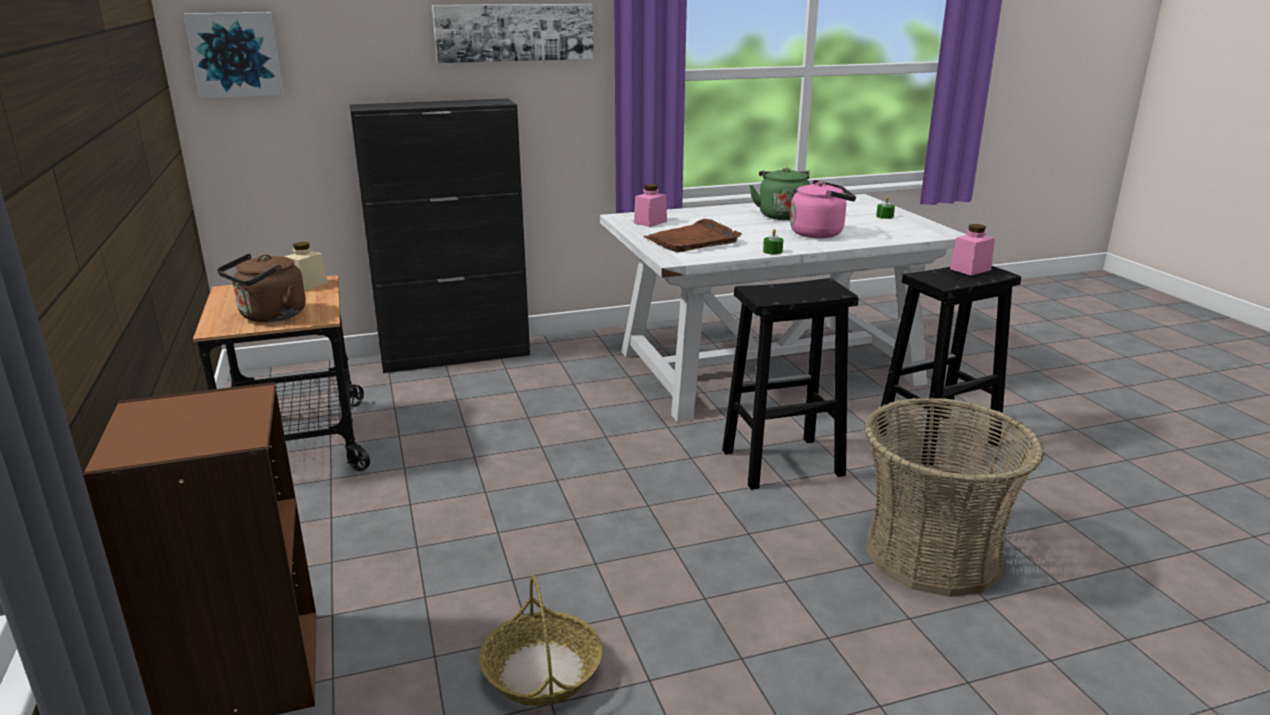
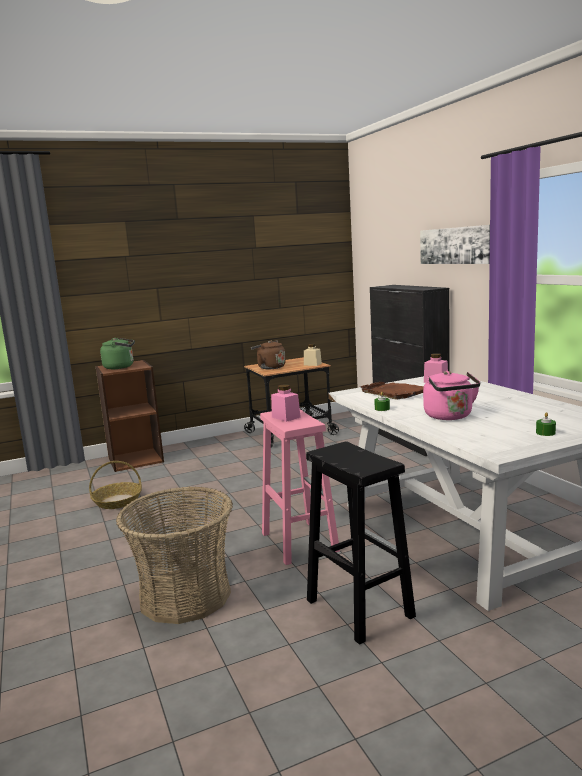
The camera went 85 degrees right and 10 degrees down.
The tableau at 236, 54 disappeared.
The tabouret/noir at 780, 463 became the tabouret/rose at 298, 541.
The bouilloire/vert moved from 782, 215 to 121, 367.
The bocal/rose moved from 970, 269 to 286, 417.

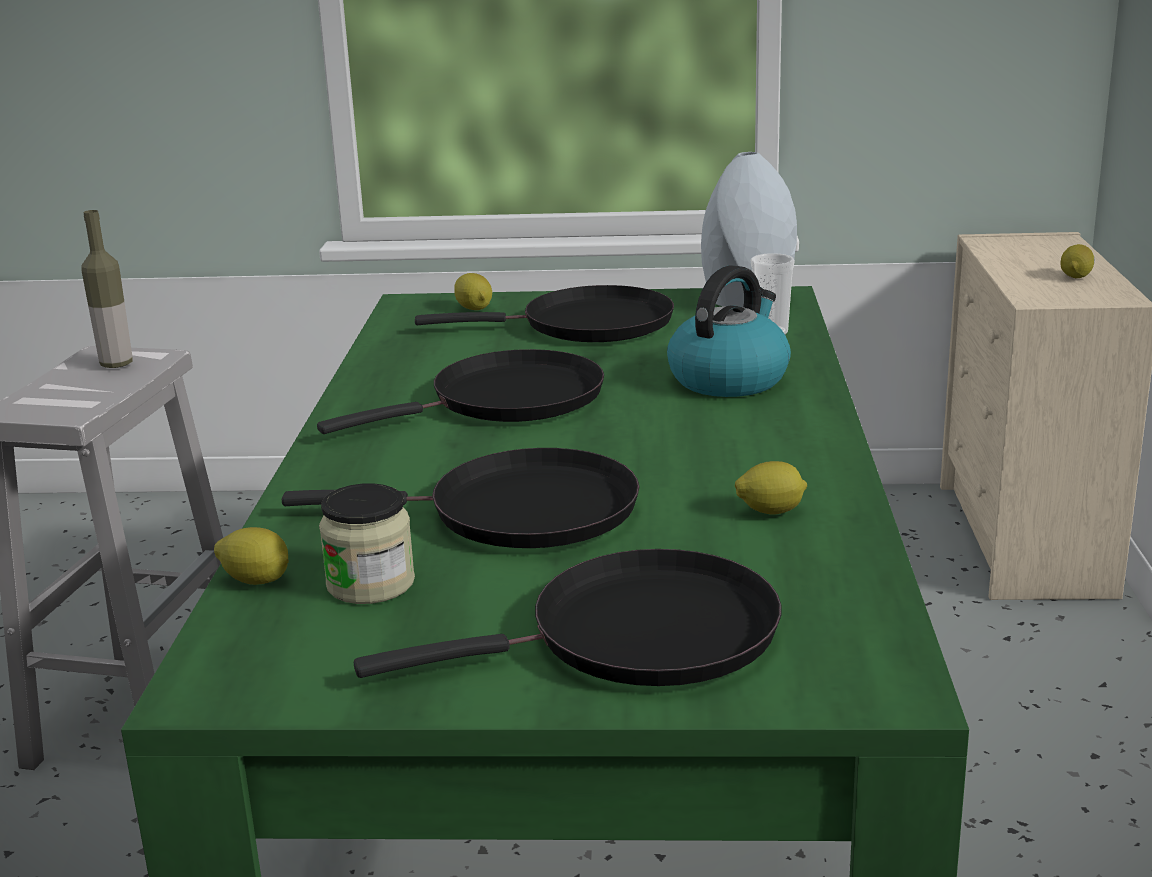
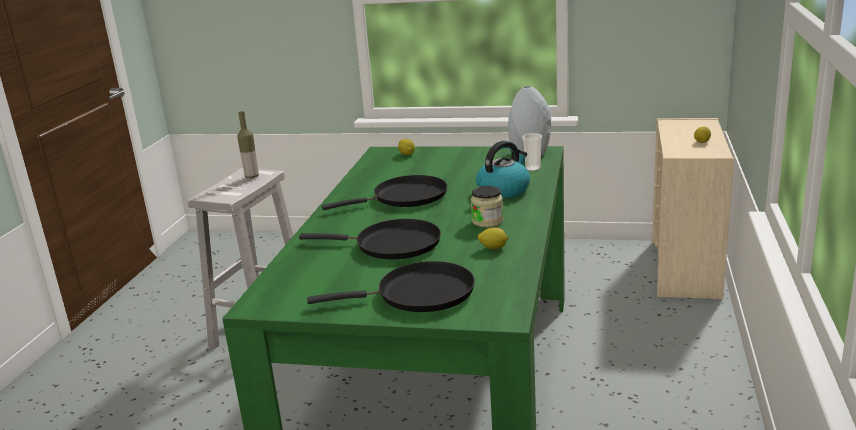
The camera went 10 degrees right and 0 degrees up.
The citron at 257, 581 disappeared.
The bocal moved from 370, 584 to 487, 221.
The poêle/noir at 587, 325 disappeared.

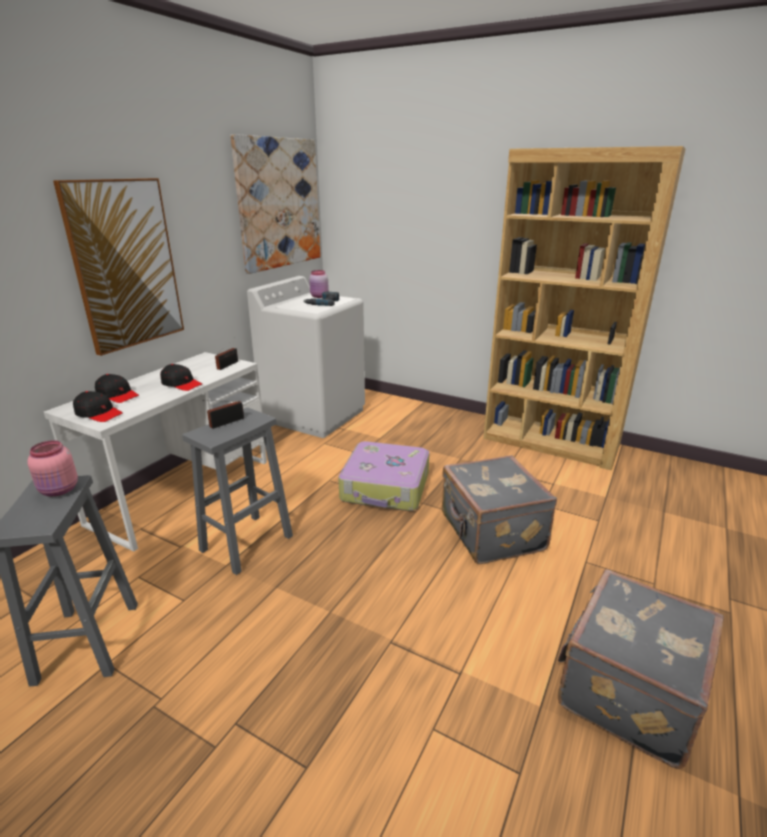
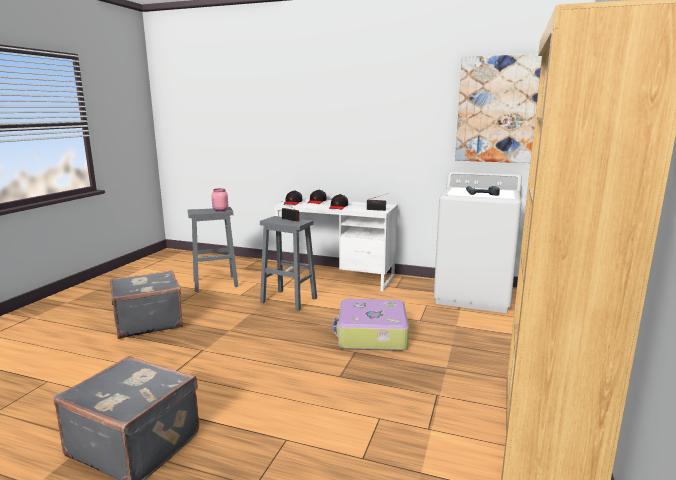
The camera went 80 degrees right and 10 degrees down.
The tableau at 125, 265 disappeared.
The bocal/rose at 319, 296 disappeared.
The valise/gris moved from 490, 533 to 148, 322.

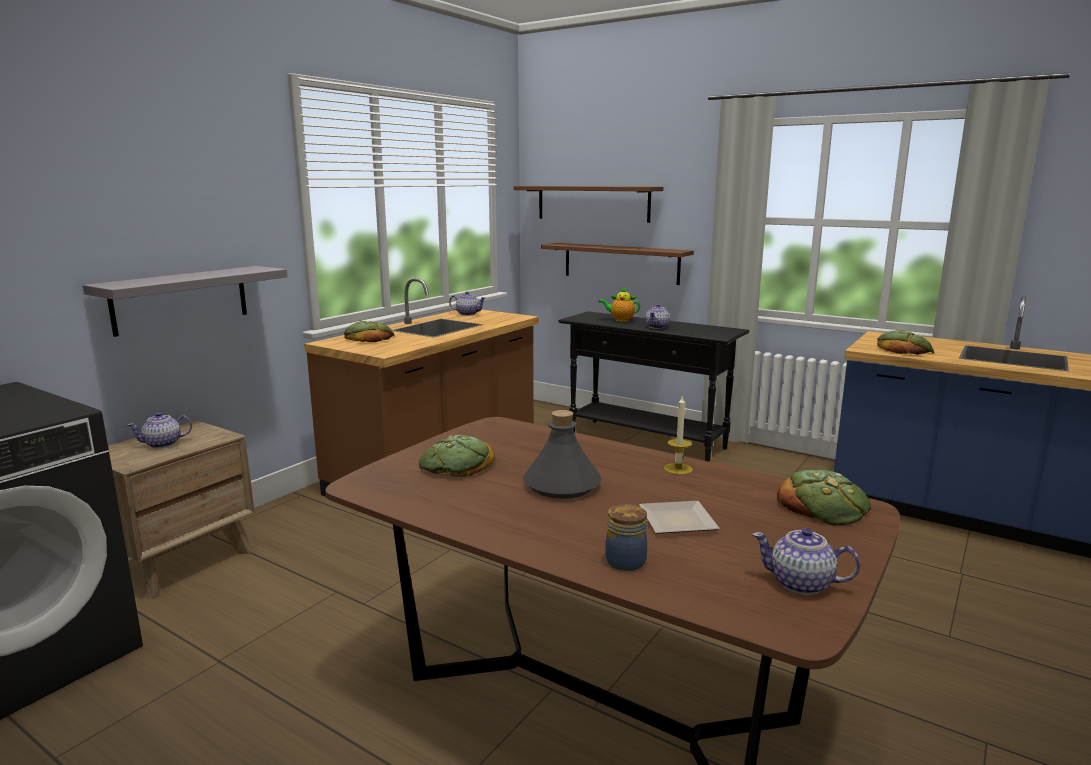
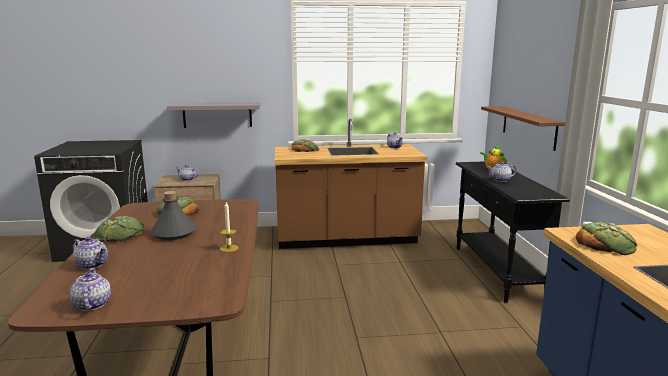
The camera went 50 degrees right and 0 degrees up.
The étagère/marron at 592, 203 disappeared.
The bocal at 624, 561 was replaced by the théière at 92, 264.
The assiette at 674, 520 disappeared.
The pain moved from 823, 505 to 120, 234.

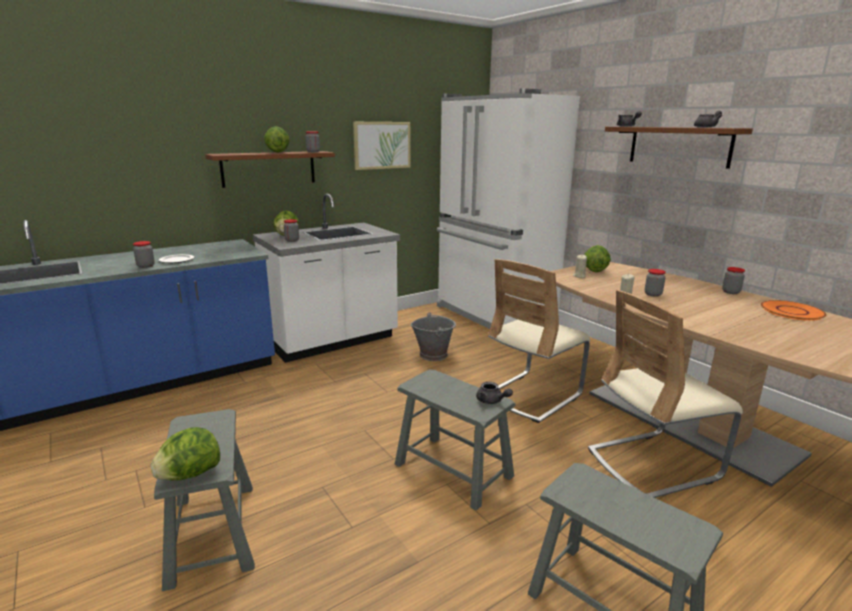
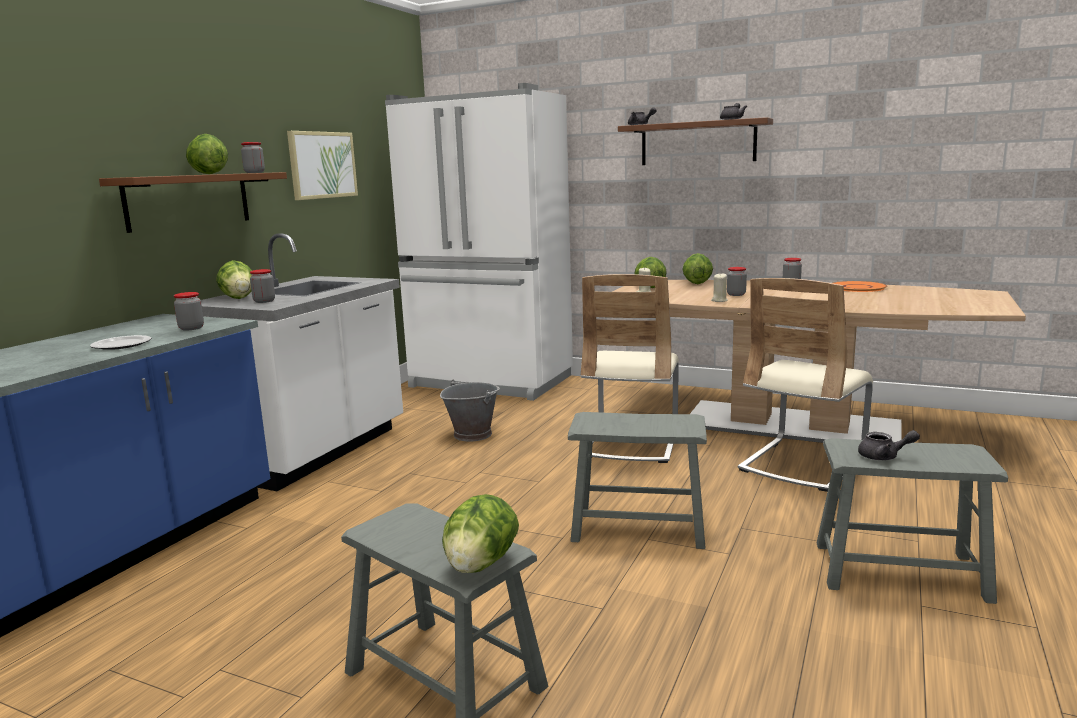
The camera went 30 degrees left and 5 degrees down.
The bocal moved from 146, 266 to 191, 328.
The théière/gris moved from 492, 401 to 884, 457.
The laitue at 697, 283 appeared.

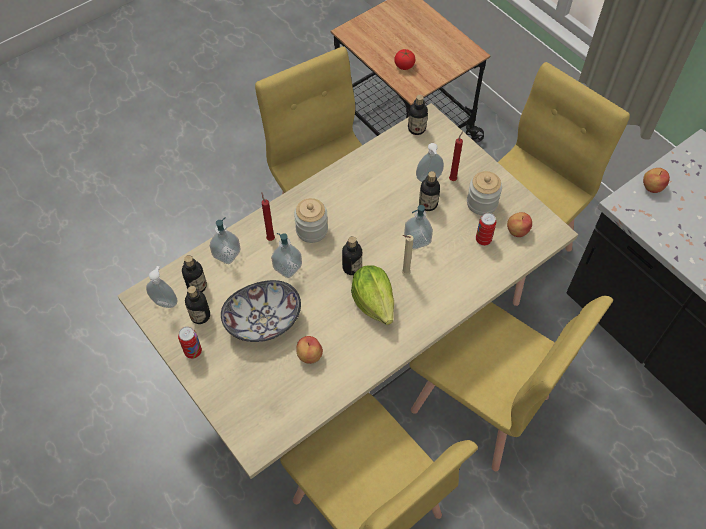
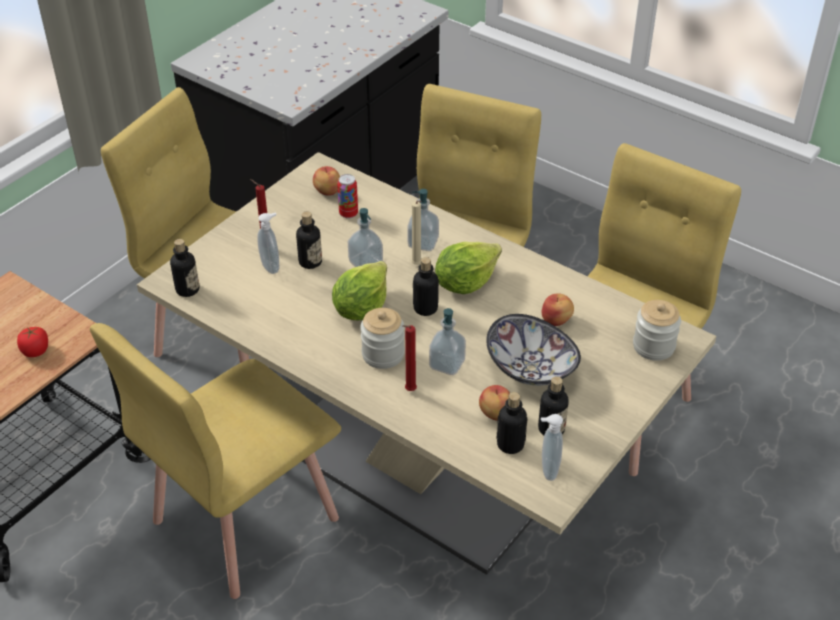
The camera went 105 degrees left and 15 degrees down.
The boîte métallique at 193, 351 disappeared.
The distributeur de savon moved from 226, 254 to 423, 243.
The bocal moved from 482, 203 to 653, 346.
The pomme moved from 652, 186 to 495, 414.
The laitue at 361, 308 appeared.

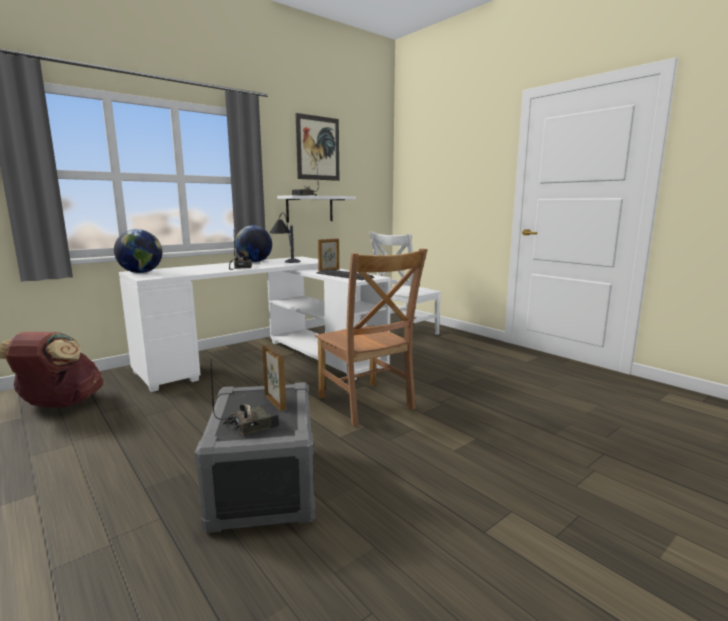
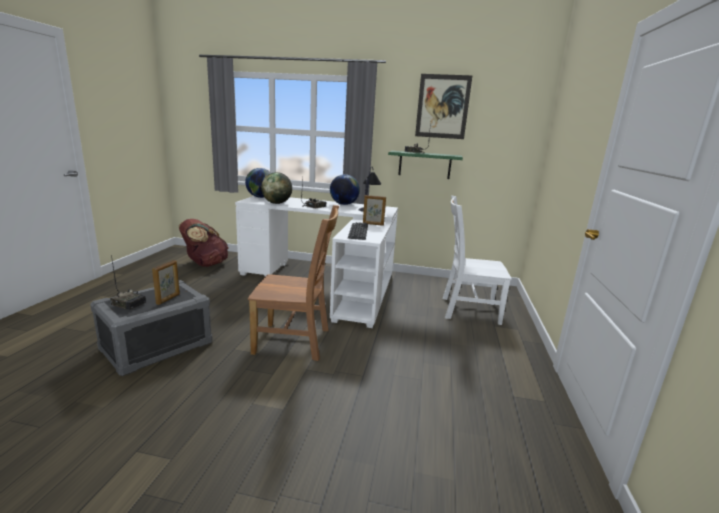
The camera went 50 degrees right and 5 degrees up.
The étagère/blanc at 309, 209 became the étagère/vert at 424, 165.
The chaise/marron at 367, 404 turned 105 degrees counterclockwise.
The globe at 277, 203 appeared.

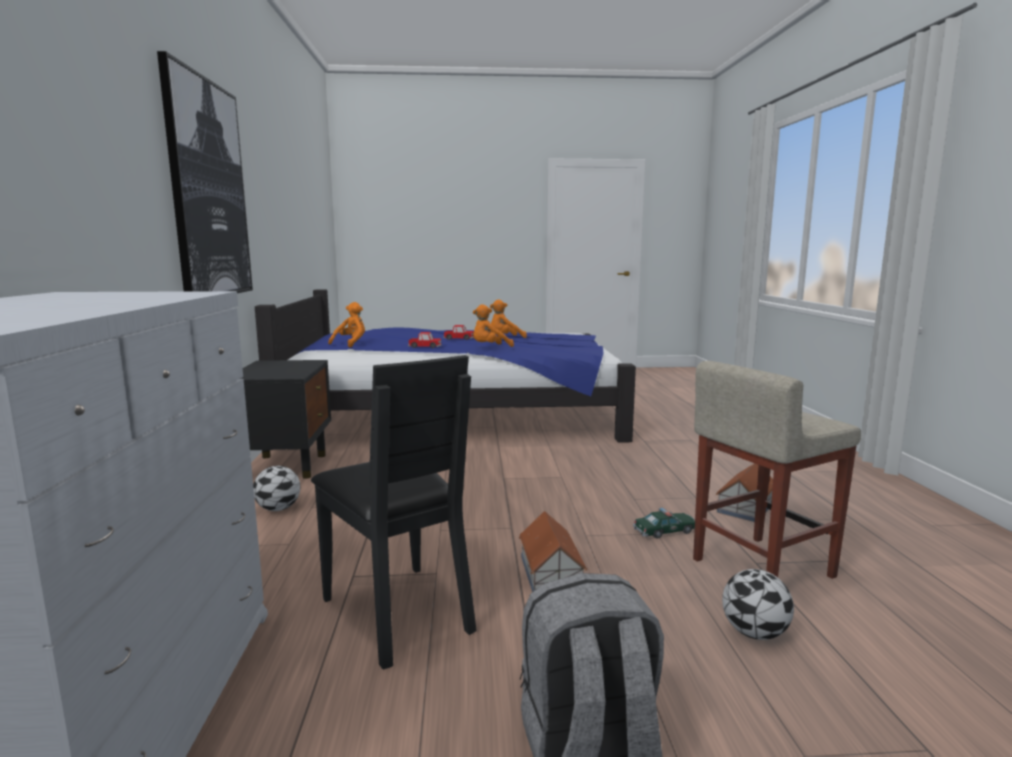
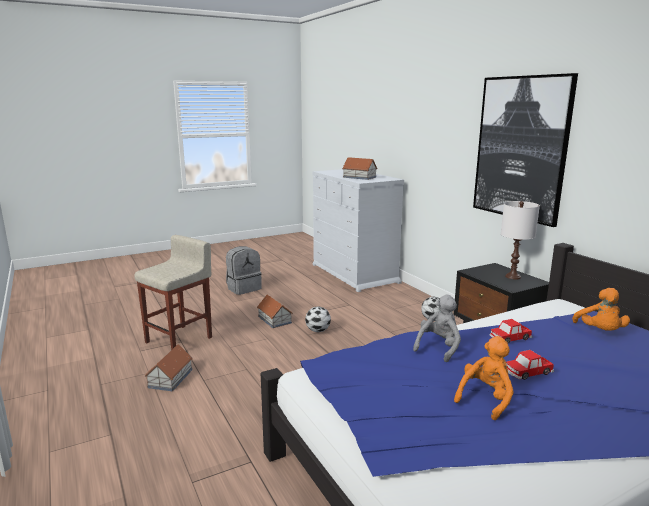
The camera went 155 degrees right and 5 degrees up.
The chaise/noir at 398, 612 disappeared.
The peluche/orange at 489, 347 became the peluche/gris at 439, 347.
The petite voiture at 665, 531 disappeared.
The ballon de foot moved from 754, 633 to 318, 331.
The maison miniature at 359, 177 appeared.
The lampe de table/blanc at 512, 276 appeared.

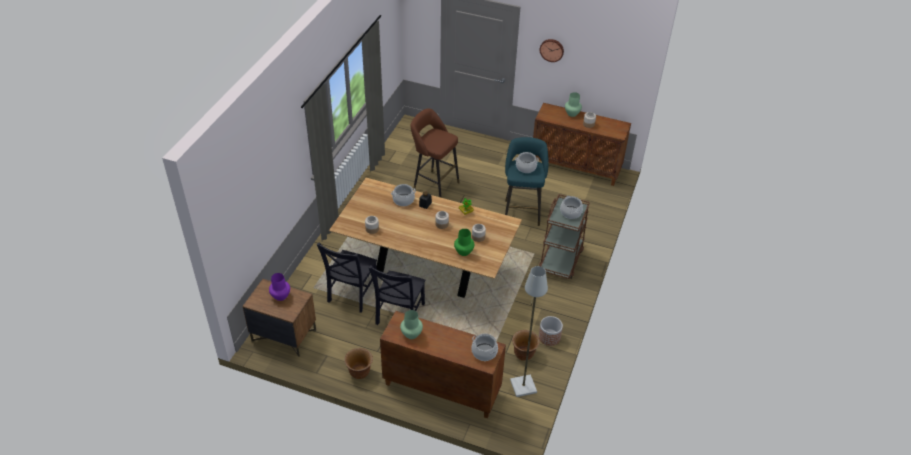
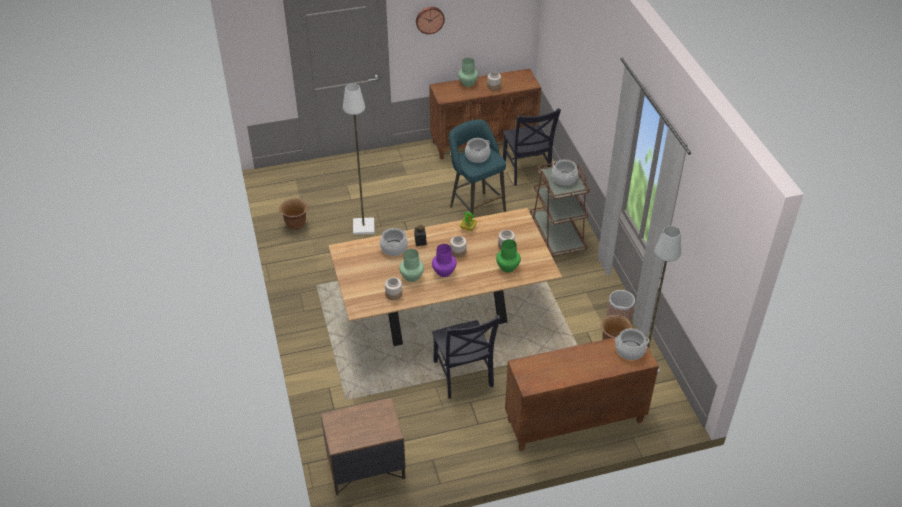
The camera went 35 degrees left and 0 degrees up.
The vase/violet moved from 280, 296 to 444, 272.
The chaise/noir moved from 351, 294 to 527, 171.
The cache-pot/marron moved from 360, 373 to 296, 224.
The vase/vert moved from 412, 334 to 412, 276.
The tabouret/marron at 434, 185 was replaced by the lampadaire/blanc at 363, 226.

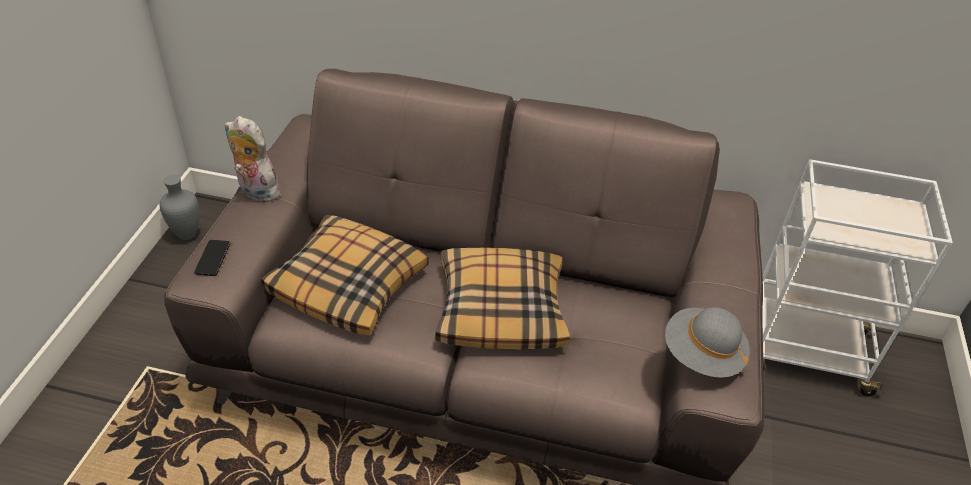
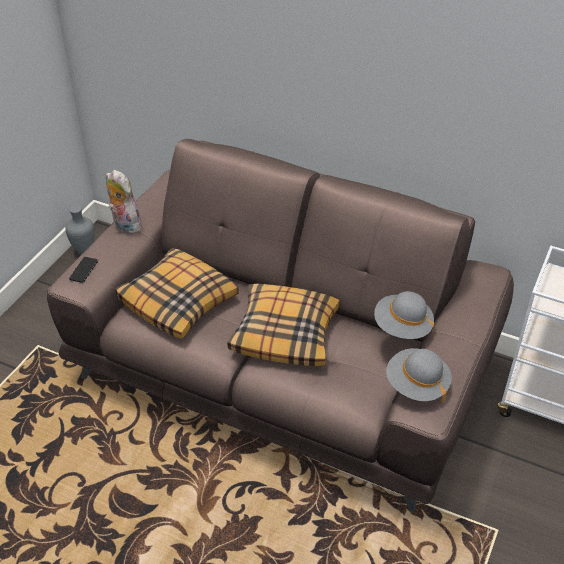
The camera went 15 degrees right and 0 degrees up.
The chapeau/gris at 402, 327 appeared.

